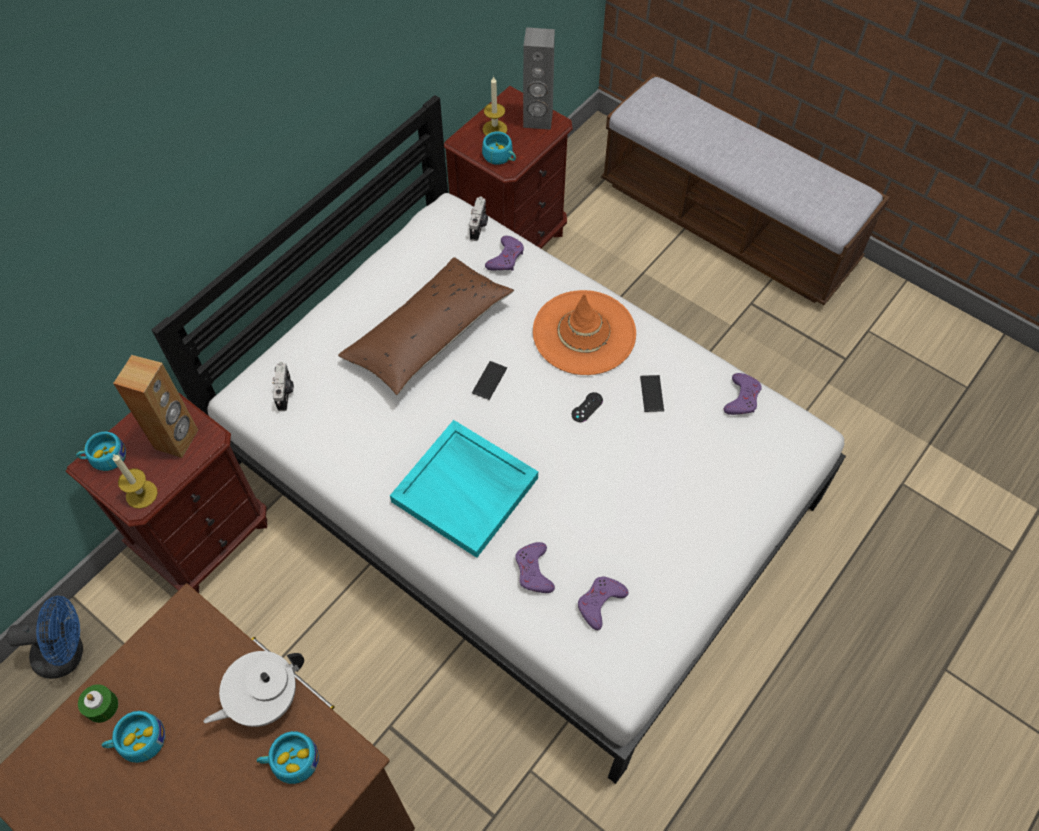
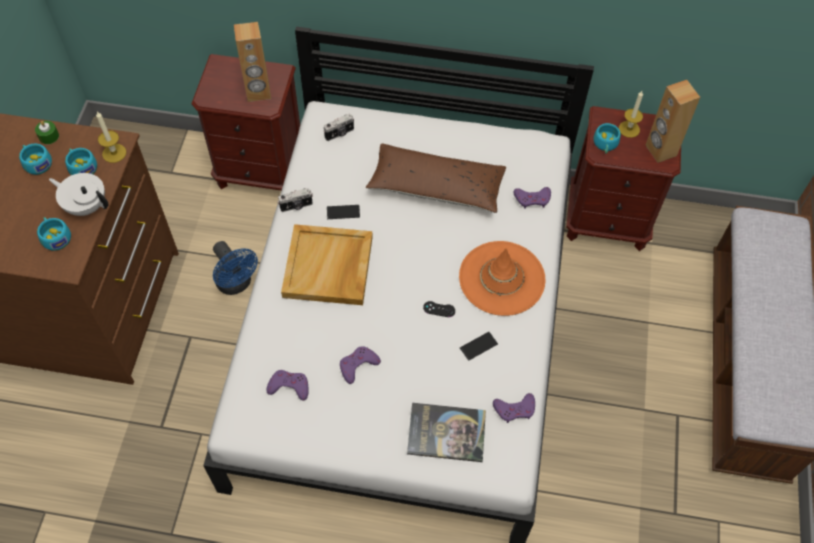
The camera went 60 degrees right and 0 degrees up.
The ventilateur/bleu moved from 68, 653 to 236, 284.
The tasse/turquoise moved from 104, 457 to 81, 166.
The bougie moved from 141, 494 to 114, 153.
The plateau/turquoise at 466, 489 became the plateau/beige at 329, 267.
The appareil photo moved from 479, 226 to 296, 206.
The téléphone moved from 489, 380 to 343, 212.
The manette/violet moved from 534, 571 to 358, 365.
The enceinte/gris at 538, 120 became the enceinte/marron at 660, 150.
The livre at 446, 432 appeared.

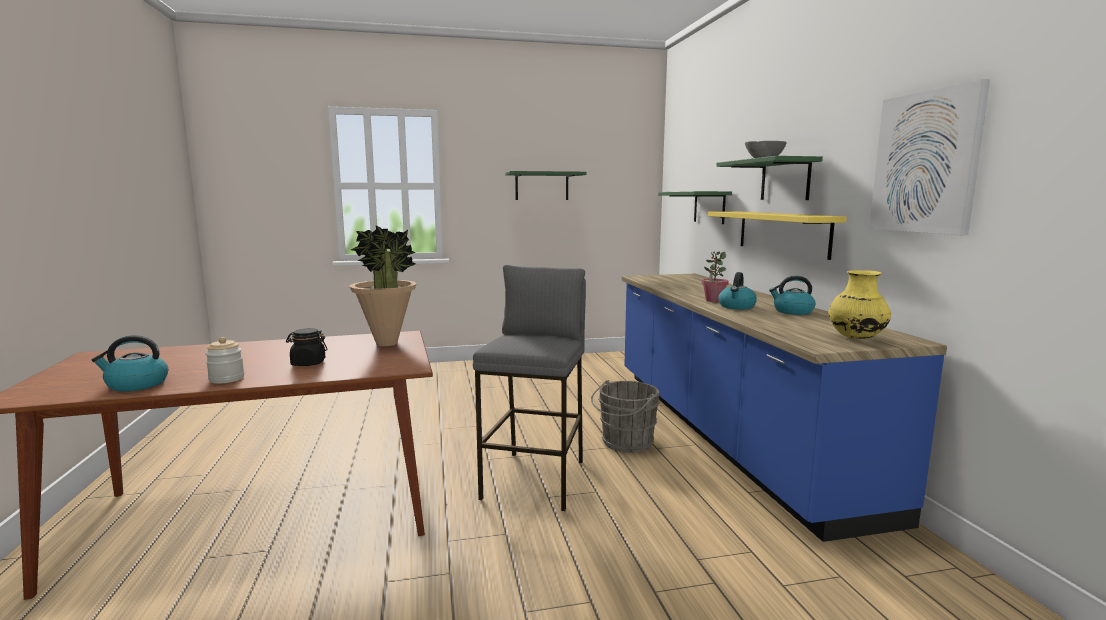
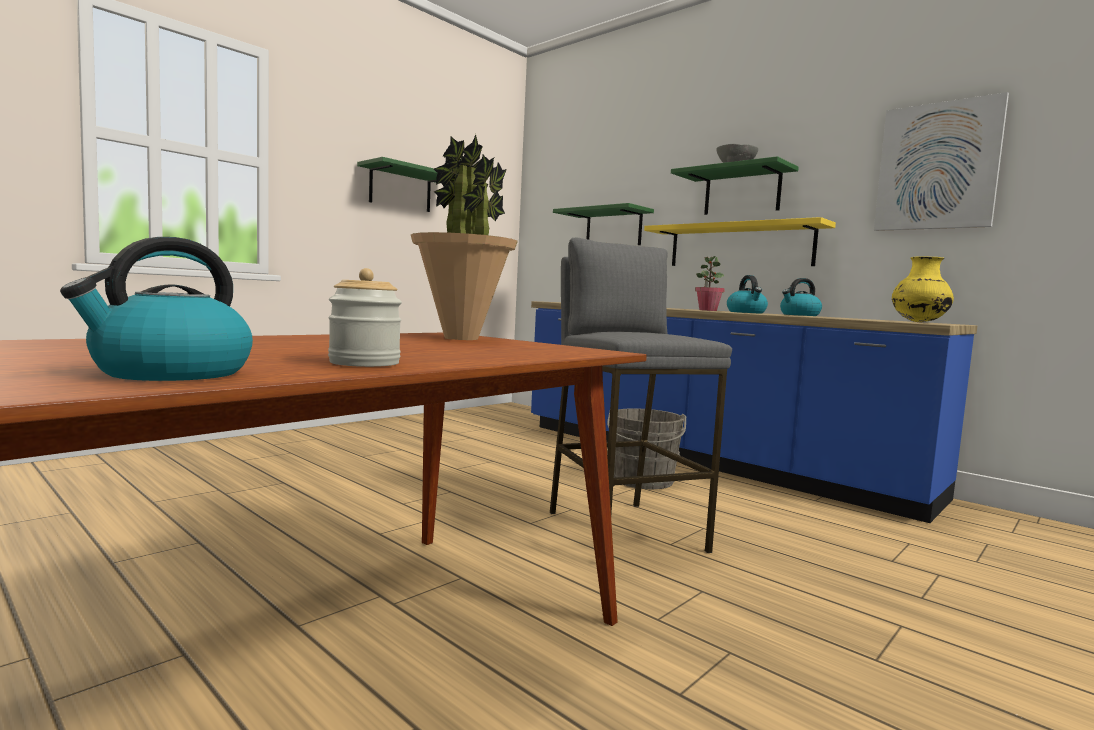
The camera went 35 degrees left and 5 degrees down.
The bocal/noir at 308, 363 disappeared.

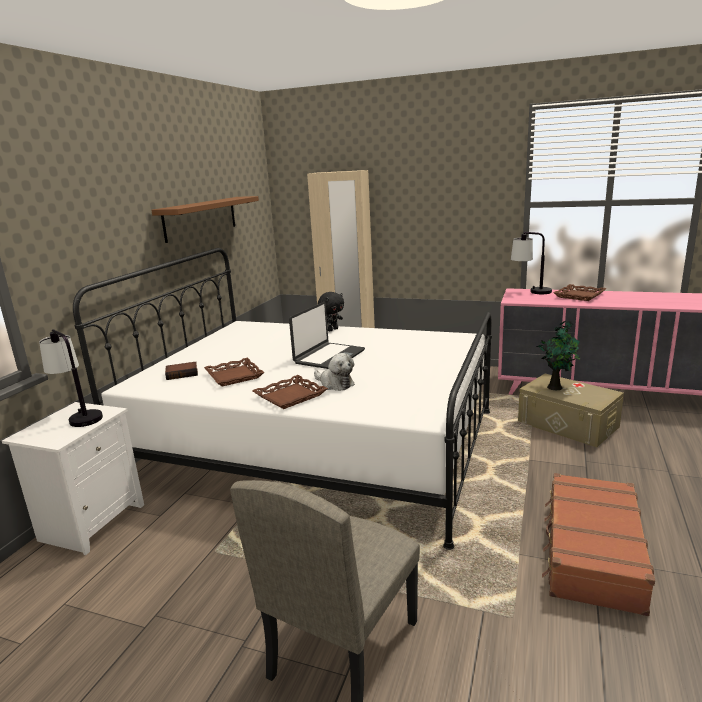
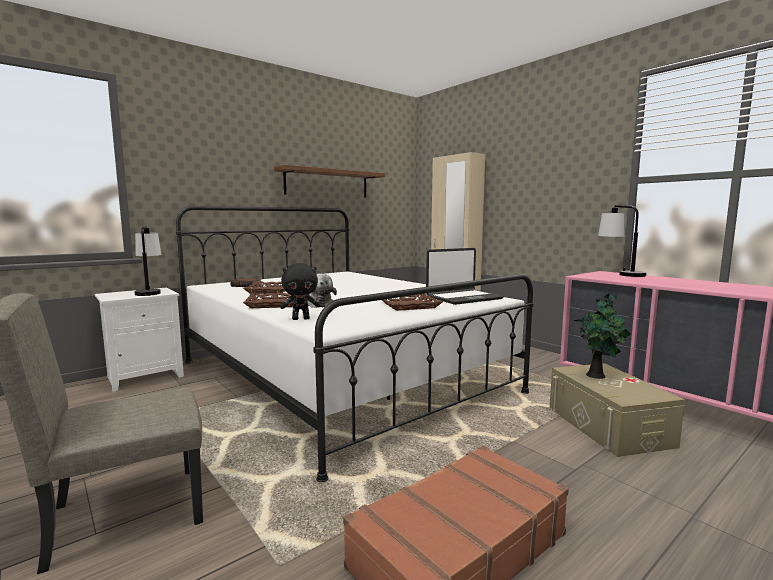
The camera went 30 degrees right and 10 degrees down.
The ordinateur portable moved from 329, 357 to 463, 298.
The peluche/noir moved from 332, 329 to 301, 319.
The plateau/marron moved from 579, 296 to 409, 306.

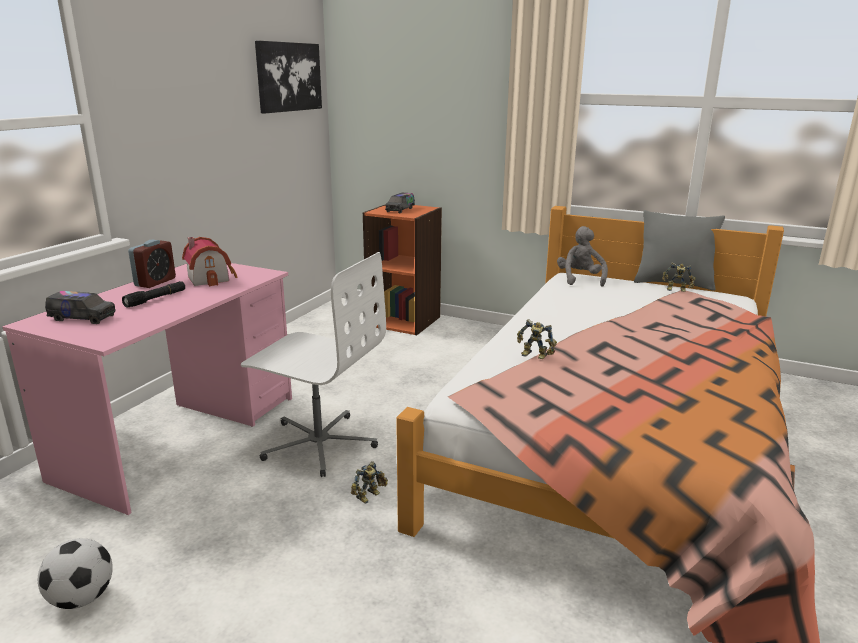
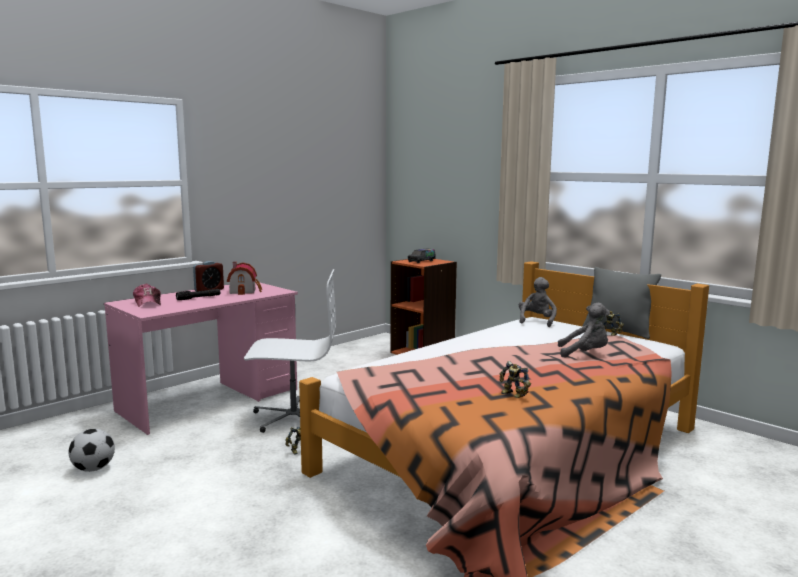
The camera went 20 degrees right and 10 degrees down.
The camion jouet at 82, 318 was replaced by the casquette at 148, 302.
The chaise de bureau/blanc at 319, 443 turned 45 degrees counterclockwise.
The tableau at 288, 77 disappeared.
The robot jouet moved from 534, 356 to 512, 395.
The peluche/gris at 585, 354 appeared.

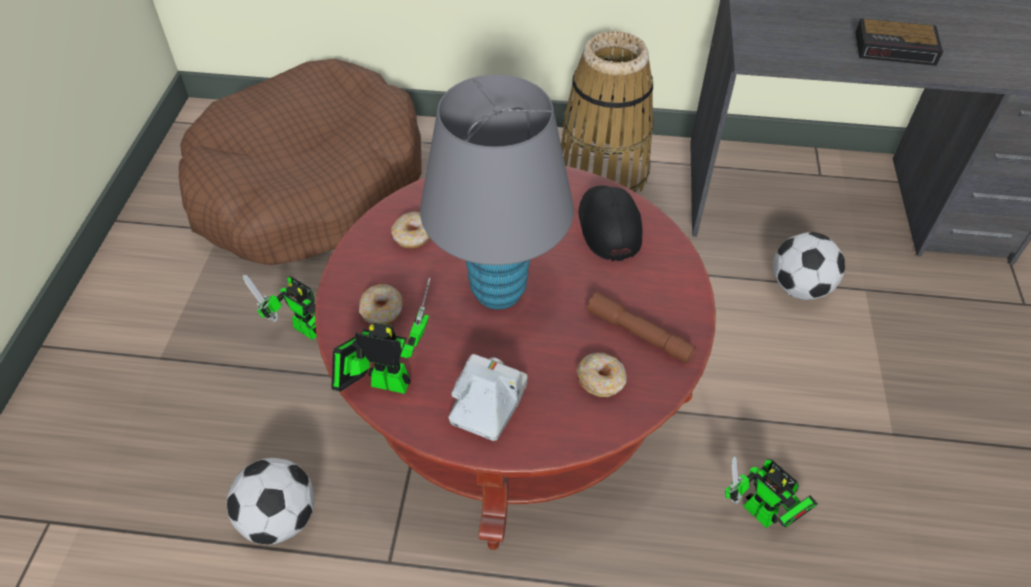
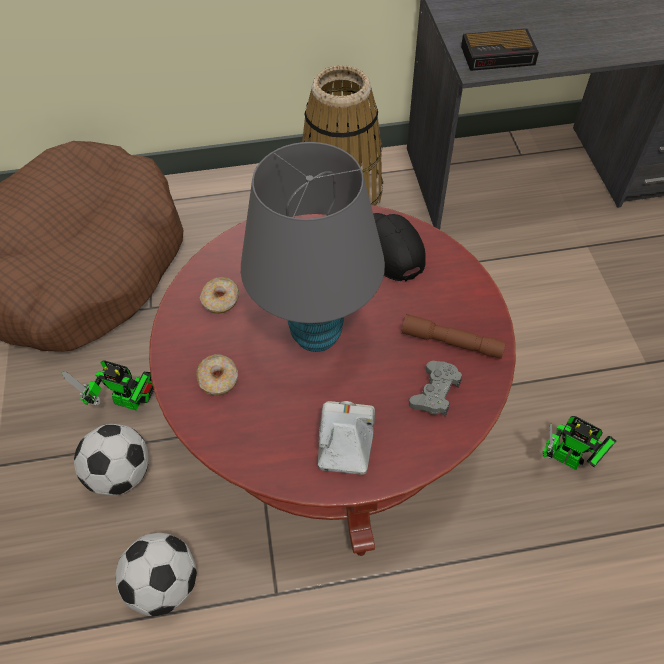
The camera went 15 degrees left and 5 degrees up.
The robot jouet at 384, 381 disappeared.
The beignet at 601, 380 was replaced by the manette/gris at 435, 392.
The ballon de foot moved from 799, 288 to 121, 473.
The réveil moved from 897, 48 to 499, 55.

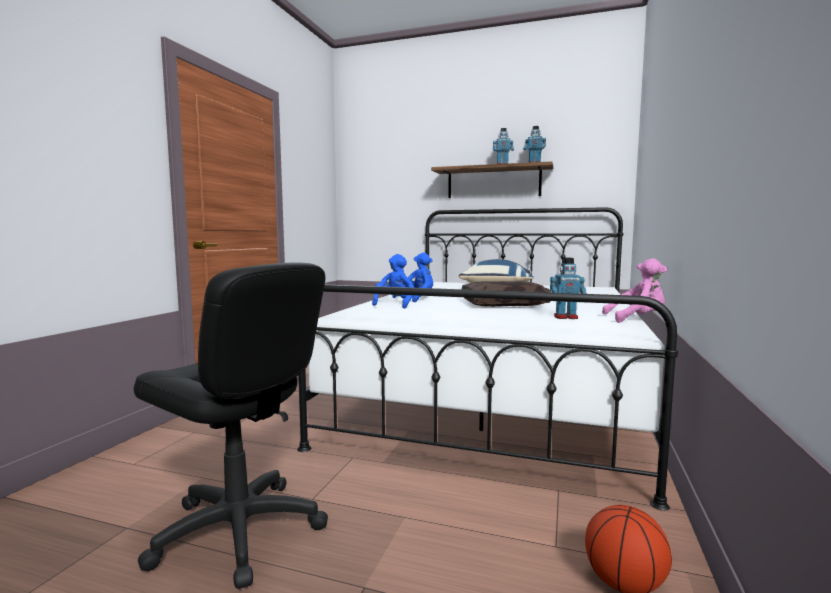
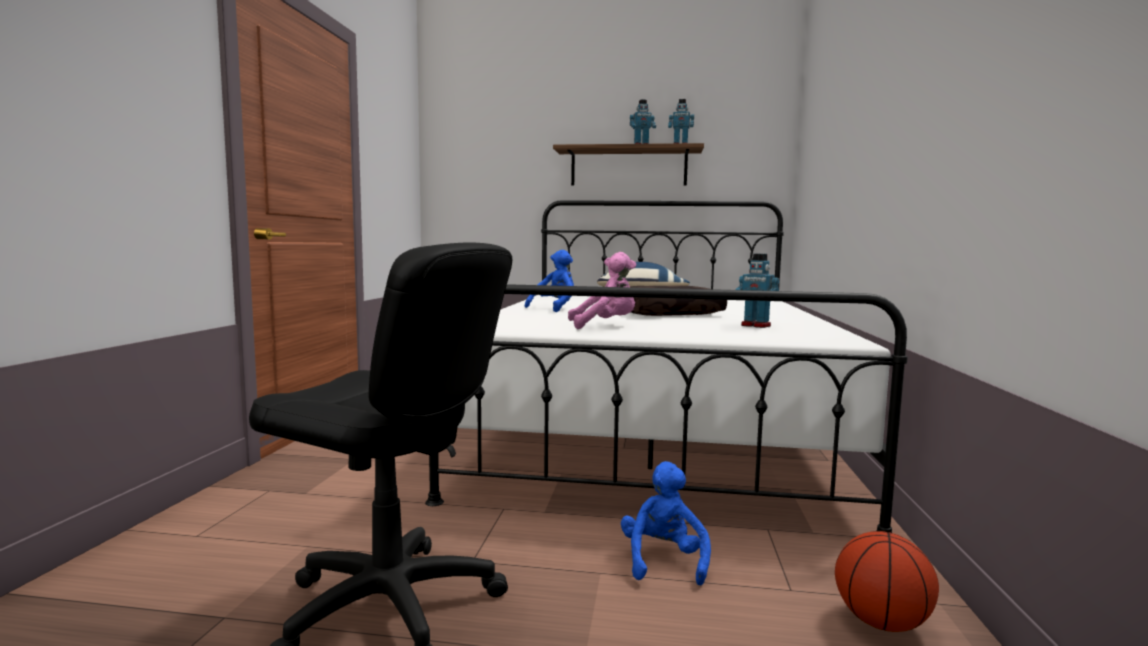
The camera went 10 degrees left and 0 degrees up.
The peluche/bleu moved from 394, 304 to 663, 560.
The robot jouet at 566, 317 turned 45 degrees clockwise.
The peluche/rose moved from 637, 319 to 605, 325.

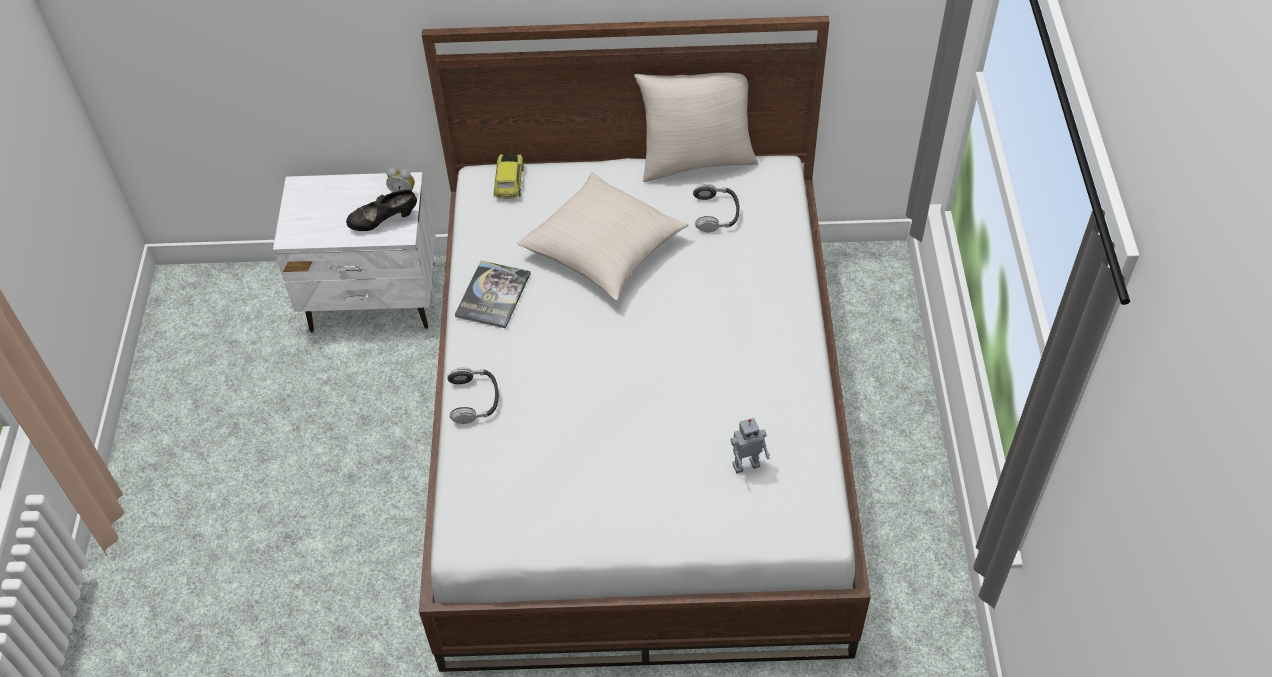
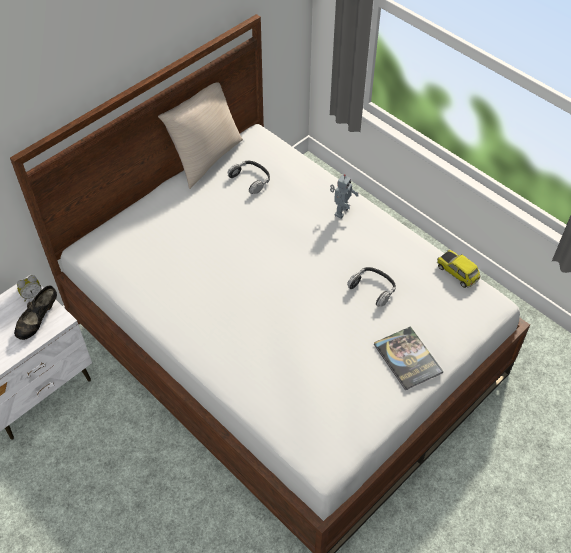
The camera went 45 degrees left and 0 degrees up.
The casque audio moved from 474, 399 to 372, 289.
The livre moved from 493, 295 to 407, 358.
The petite voiture moved from 510, 182 to 458, 272.
The coussin/beige at 604, 249 disappeared.
The robot jouet moved from 745, 464 to 340, 211.

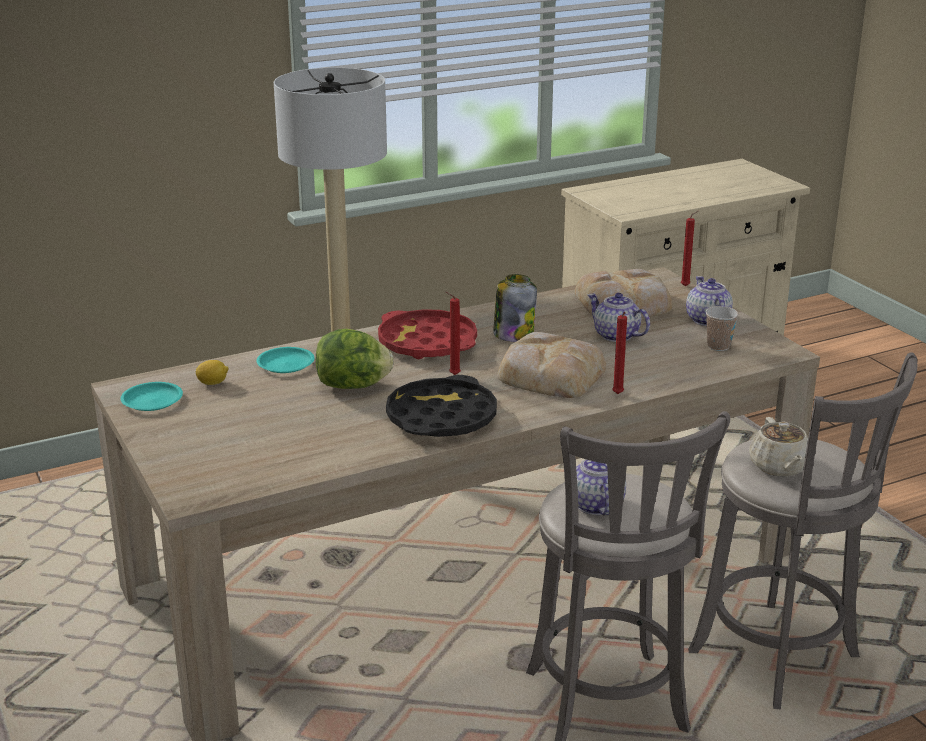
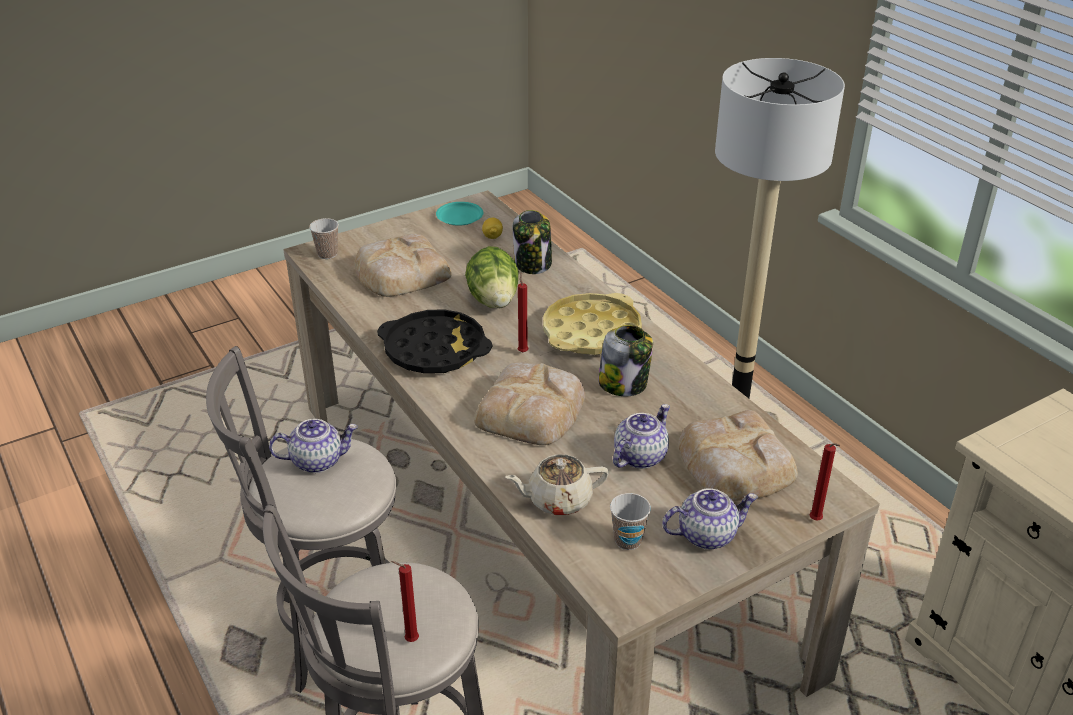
The camera went 85 degrees right and 10 degrees up.
The assiette/turquoise at 285, 364 was replaced by the bocal at 533, 264.
The plateau/rouge at 427, 343 became the plateau/jaune at 591, 332.
The bougie/rouge moved from 618, 395 to 409, 640.
The théière/beige moved from 779, 467 to 558, 500.
The tasse at 327, 254 appeared.
The pain at 400, 273 appeared.

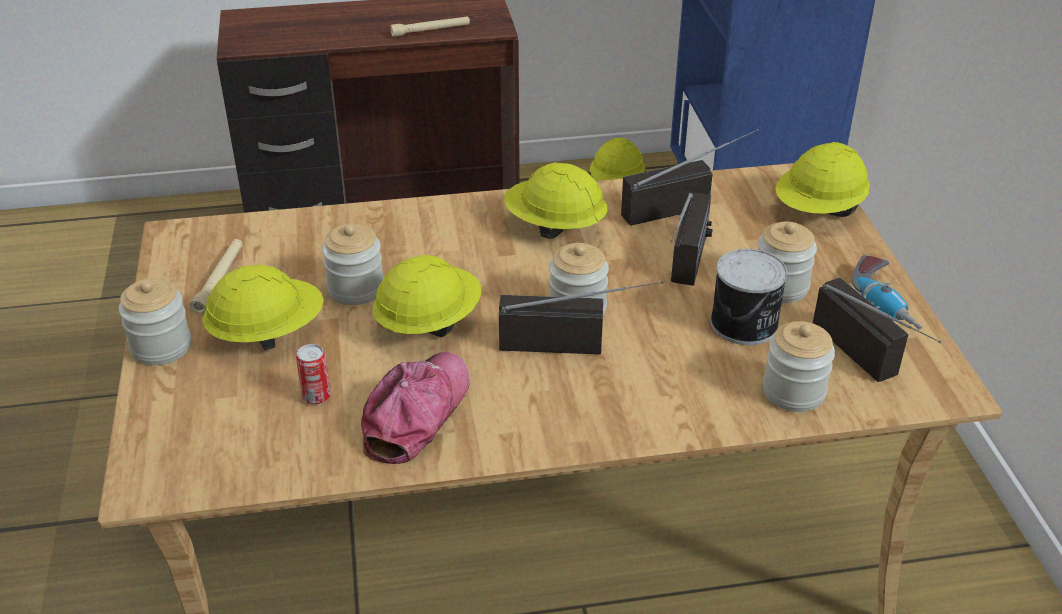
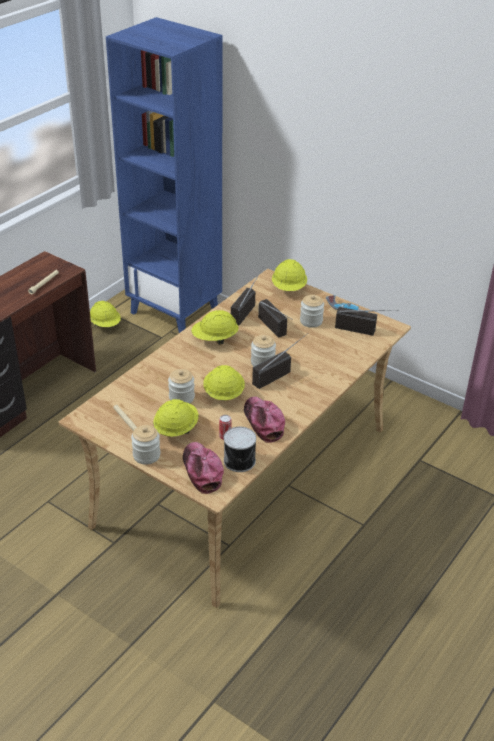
The camera went 45 degrees left and 0 degrees up.
The boîte métallique moved from 745, 324 to 240, 461.
The bocal at 793, 392 disappeared.
The casquette at 202, 470 appeared.

